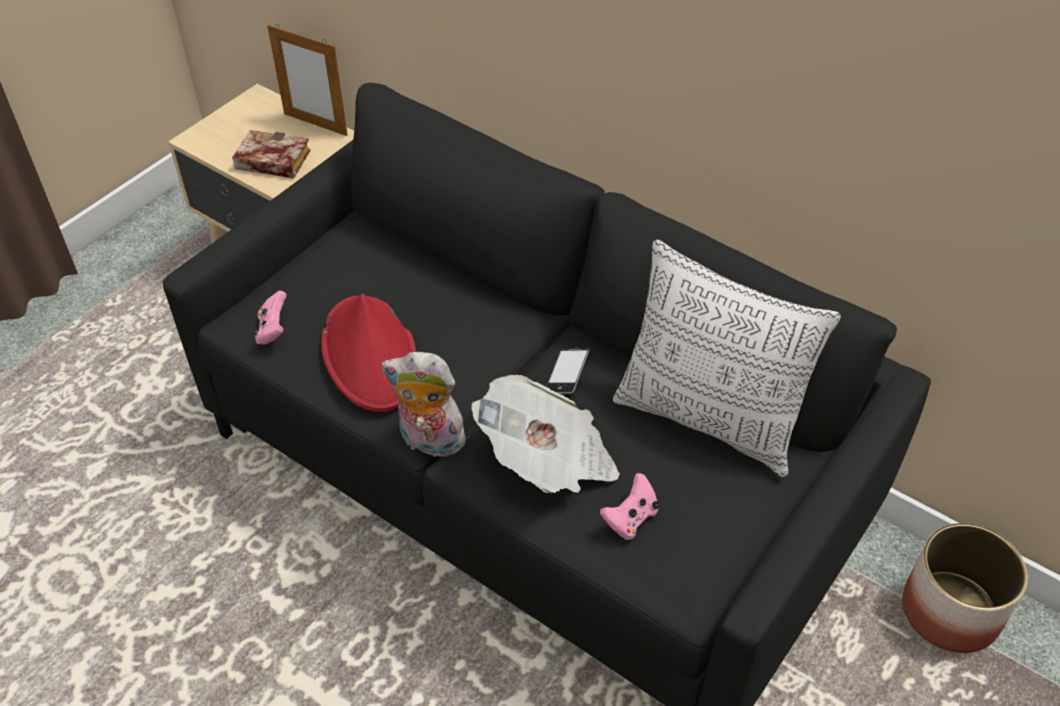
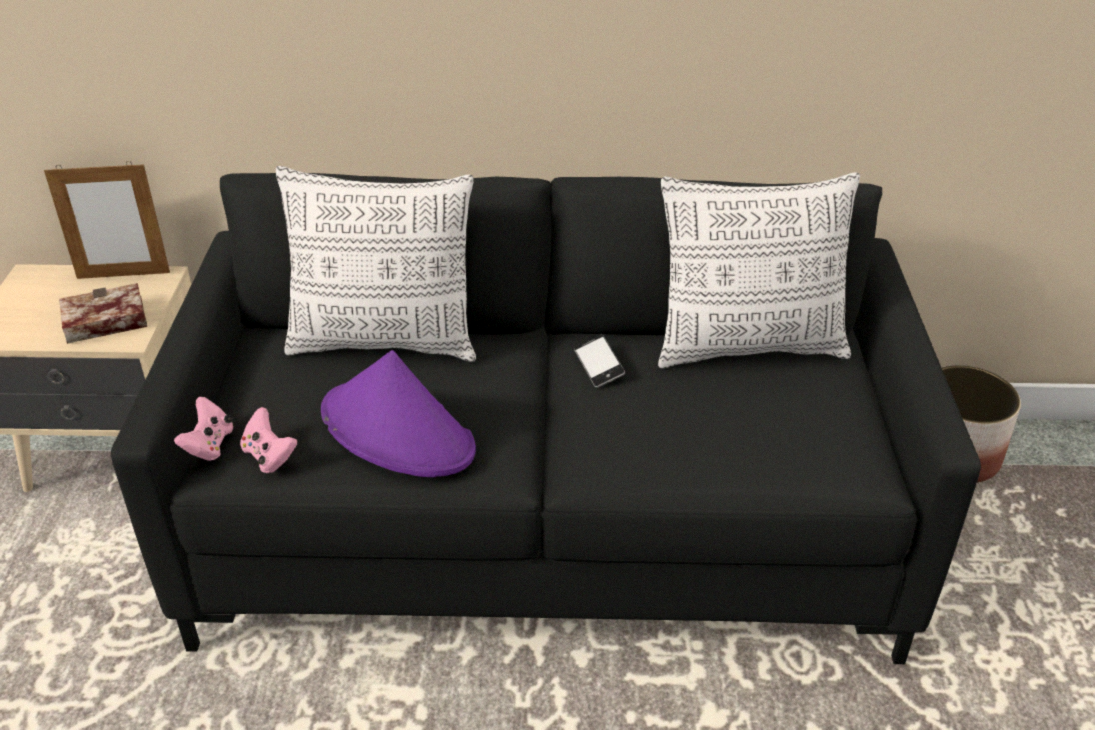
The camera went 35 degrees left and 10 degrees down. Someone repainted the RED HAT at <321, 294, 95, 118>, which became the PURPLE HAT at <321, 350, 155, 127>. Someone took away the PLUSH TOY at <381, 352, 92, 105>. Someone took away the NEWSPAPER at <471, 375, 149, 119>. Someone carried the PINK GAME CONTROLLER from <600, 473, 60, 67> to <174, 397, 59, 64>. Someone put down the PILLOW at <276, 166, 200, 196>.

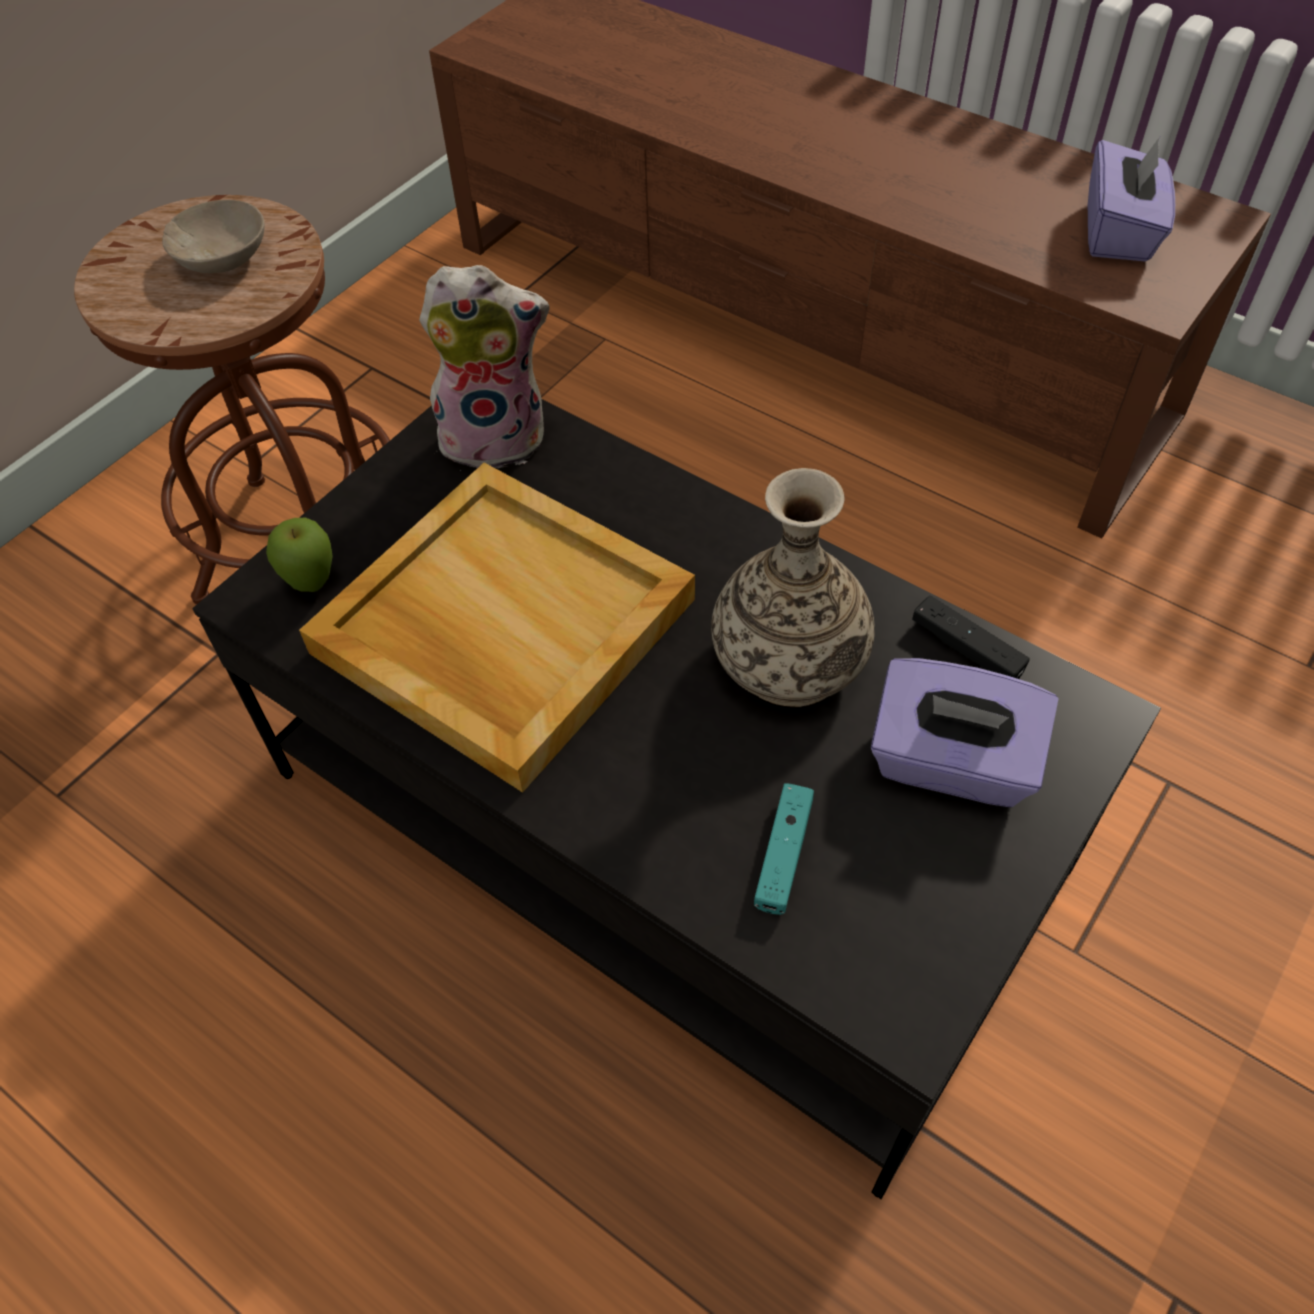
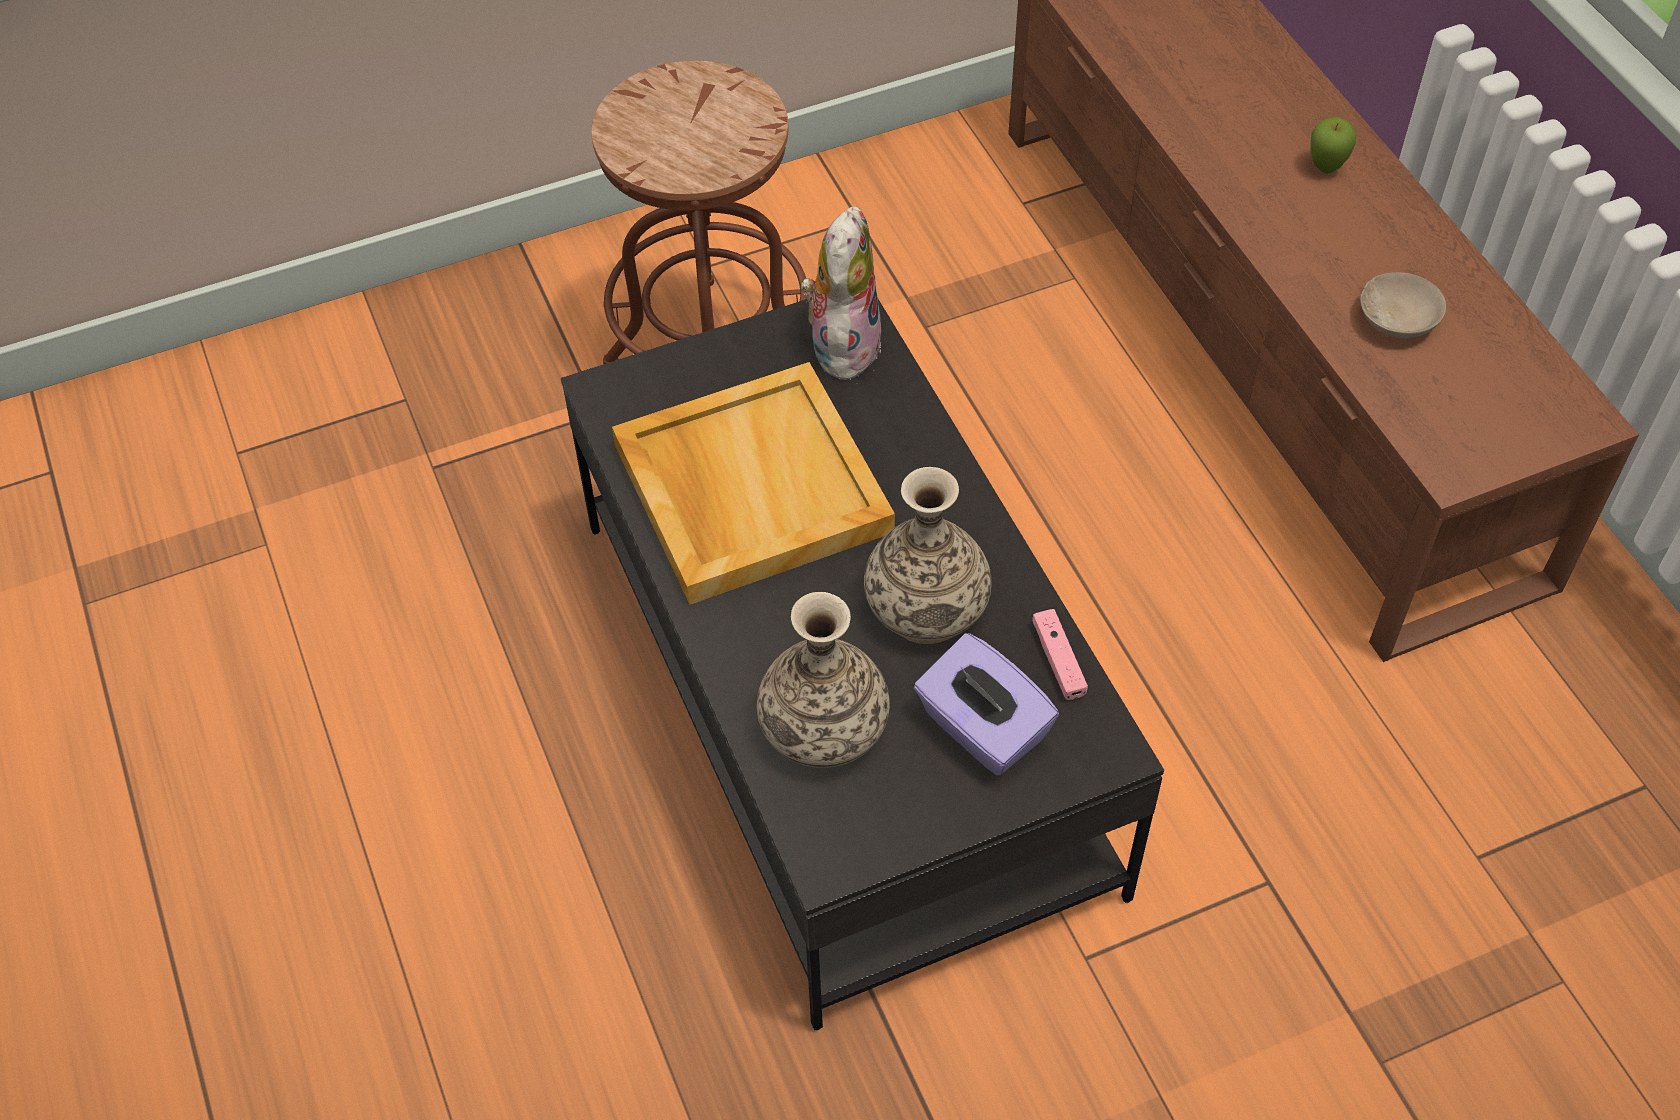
The camera went 30 degrees right and 0 degrees up. Someone carried the BEIGE BOWL from <162, 200, 103, 73> to <1360, 272, 86, 67>. Someone carried the APPLE from <266, 518, 67, 74> to <1311, 117, 45, 57>. Someone rotated the PLUSH TOY at <419, 265, 131, 206> by 105 degrees counterclockwise. Someone swapped the TURQUOISE GAME CONTROLLER at <754, 783, 60, 132> for the VASE at <757, 592, 133, 176>. Someone repainted the BLACK GAME CONTROLLER at <912, 596, 118, 83>, which became the PINK GAME CONTROLLER at <1032, 609, 56, 91>. Someone took away the PURPLE TISSUE BOX at <1088, 137, 87, 125>.

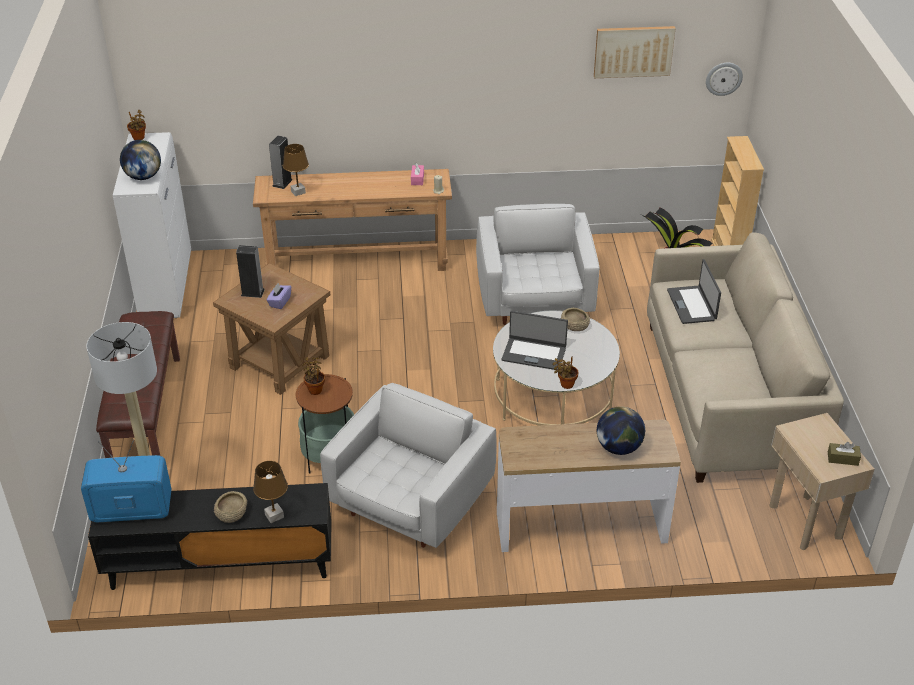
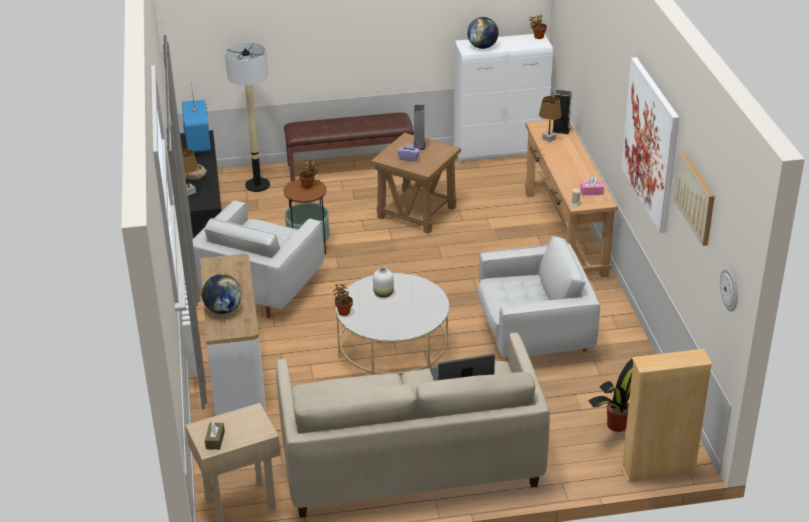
The camera went 85 degrees right and 5 degrees down. Someone rotated the WHITE ARMCHAIR at <320, 383, 177, 165> by 90 degrees clockwise. Someone swapped the LAPTOP at <502, 311, 66, 59> for the WHITE VASE at <373, 267, 21, 31>. Someone took away the BEIGE BOWL at <561, 308, 29, 23>. Someone put up the PICTURE at <621, 57, 58, 176>.

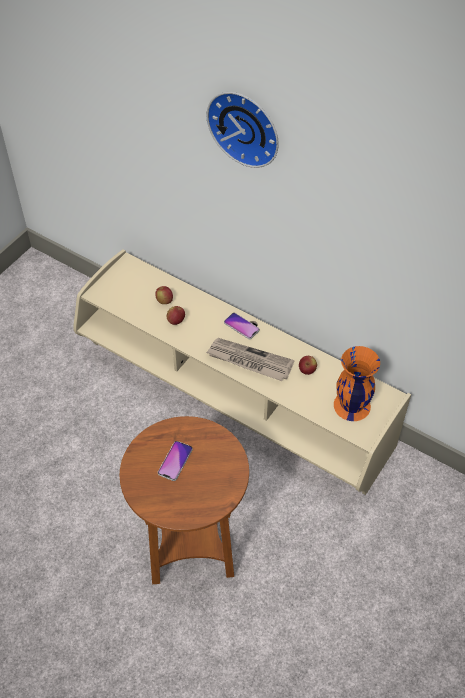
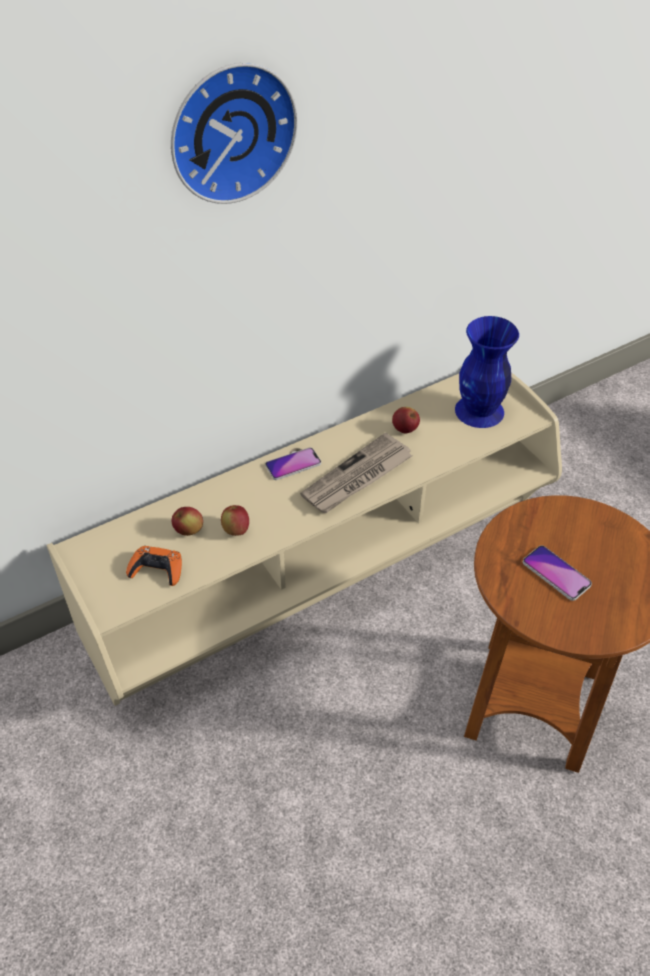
The camera went 65 degrees left and 5 degrees down. Someone repainted the ORANGE VASE at <334, 346, 46, 75>, which became the BLUE VASE at <455, 316, 64, 112>. Someone put down the ORANGE GAME CONTROLLER at <126, 546, 56, 40>.

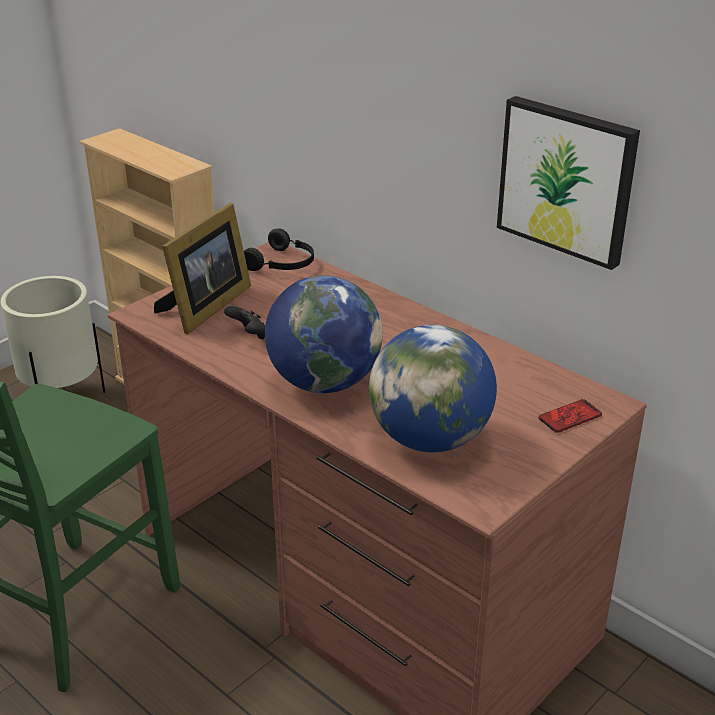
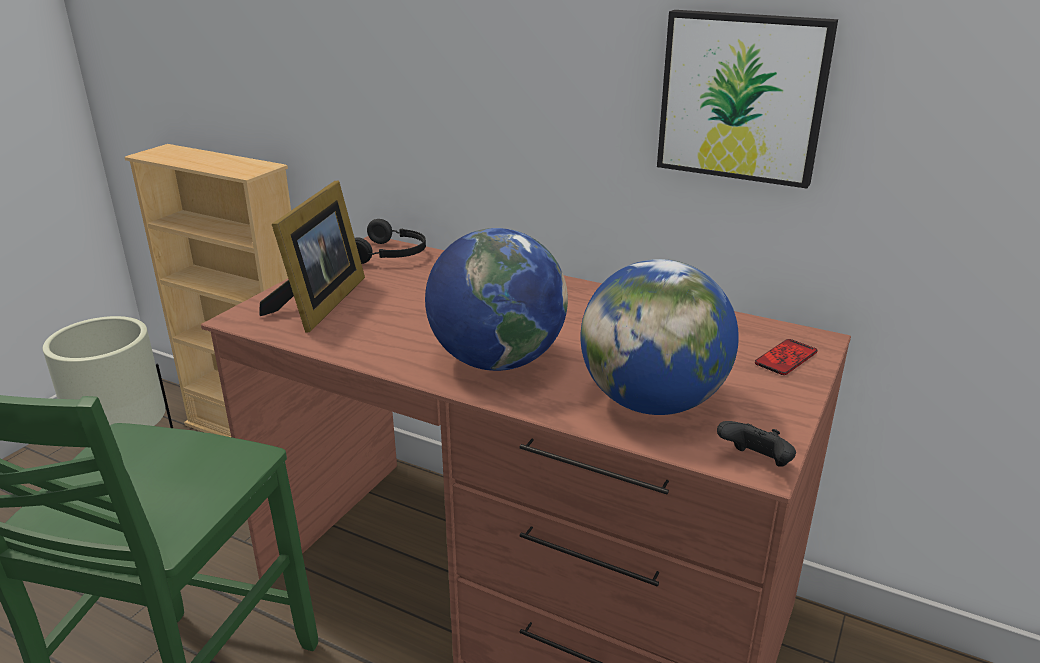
The camera went 15 degrees left and 5 degrees down. Someone carried the BLACK GAME CONTROLLER from <224, 306, 41, 33> to <717, 421, 79, 46>.

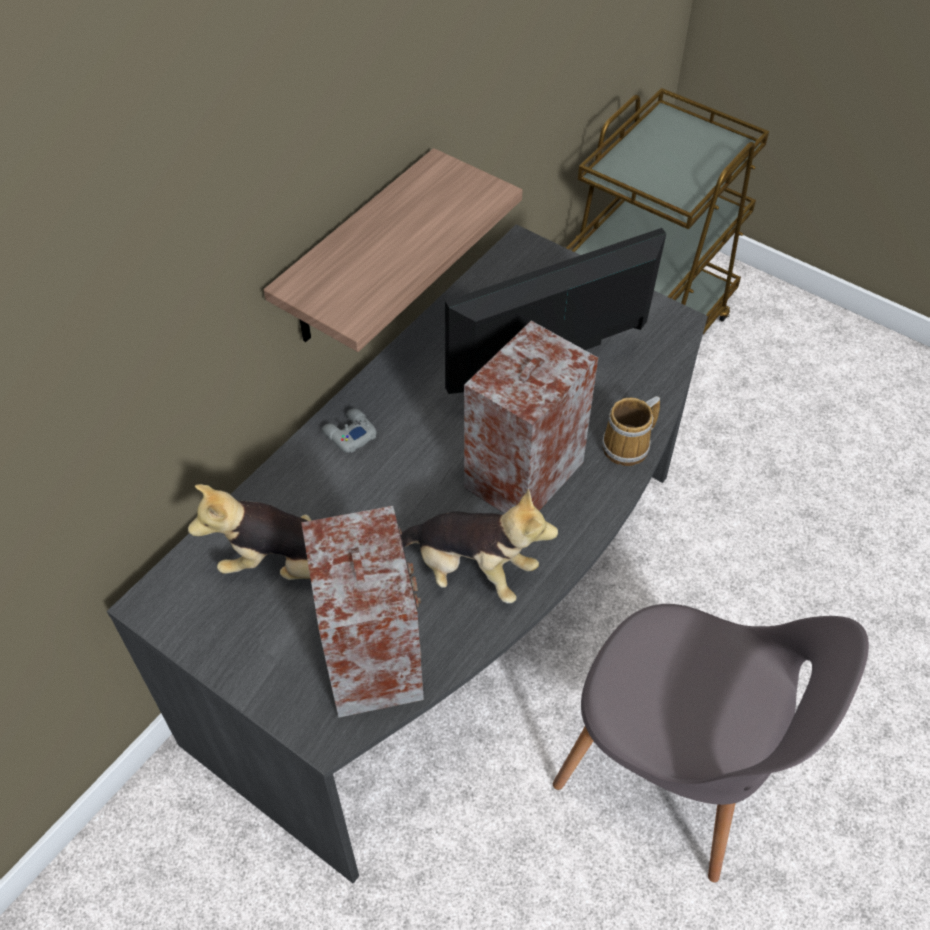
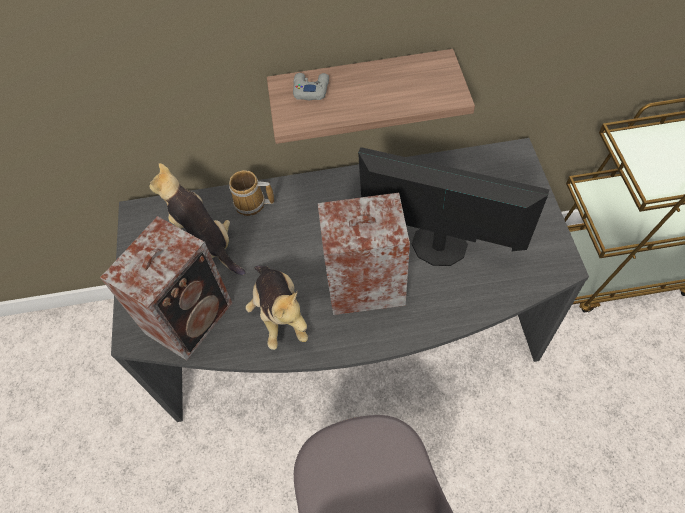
The camera went 50 degrees right and 5 degrees up. Someone carried the GREY GAME CONTROLLER from <322, 408, 55, 45> to <293, 73, 36, 27>. Someone carried the MUG from <602, 396, 58, 70> to <229, 170, 45, 46>.

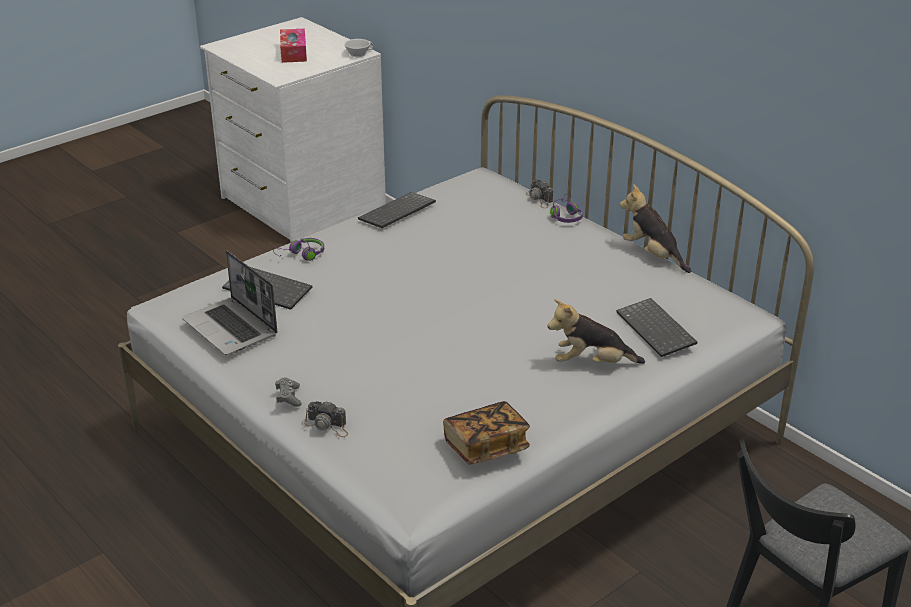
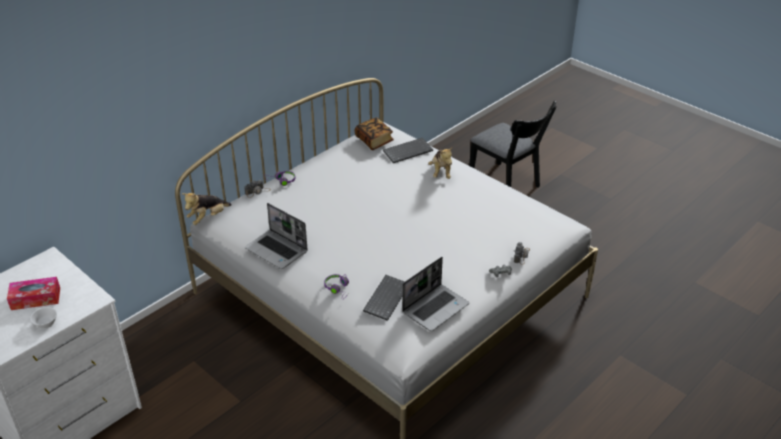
The camera went 95 degrees left and 5 degrees up. Someone carried the WHITE CUP from <344, 39, 29, 18> to <30, 307, 27, 22>. Someone swapped the KEYBOARD at <358, 192, 78, 36> for the LAPTOP at <245, 203, 63, 66>. Someone carried the BOOK from <443, 401, 87, 64> to <355, 117, 39, 33>. Someone carried the PLUSH TOY from <620, 184, 71, 89> to <182, 193, 50, 32>.

